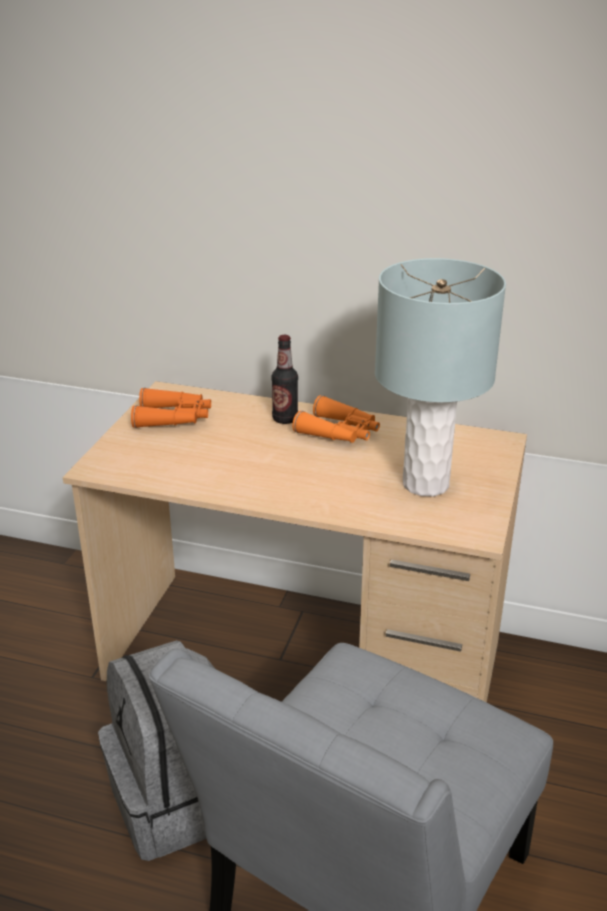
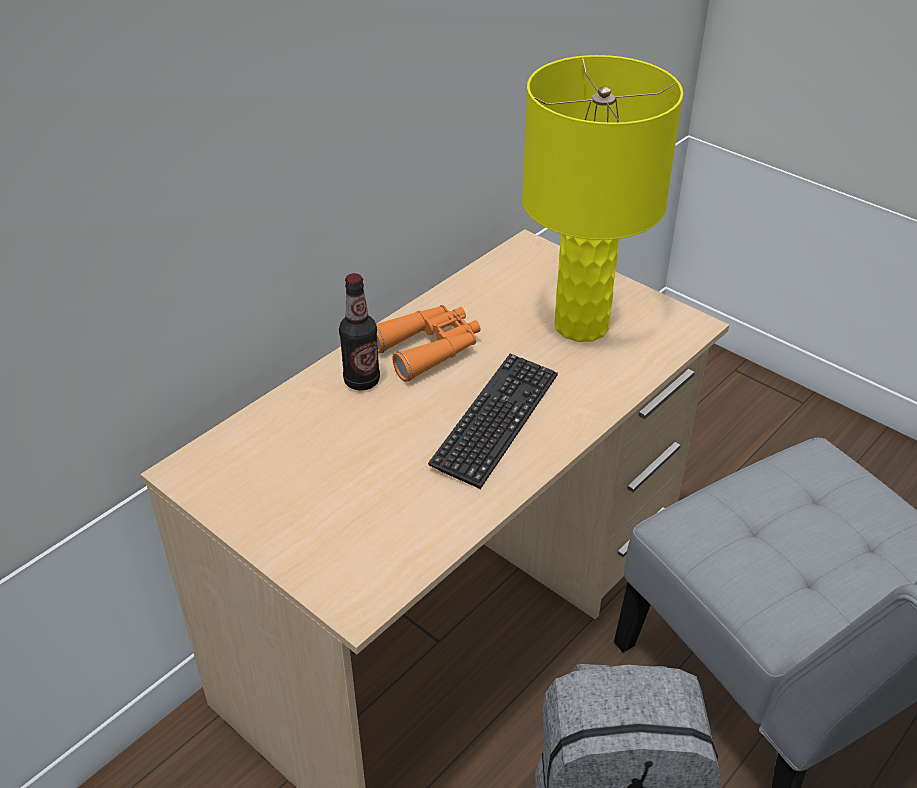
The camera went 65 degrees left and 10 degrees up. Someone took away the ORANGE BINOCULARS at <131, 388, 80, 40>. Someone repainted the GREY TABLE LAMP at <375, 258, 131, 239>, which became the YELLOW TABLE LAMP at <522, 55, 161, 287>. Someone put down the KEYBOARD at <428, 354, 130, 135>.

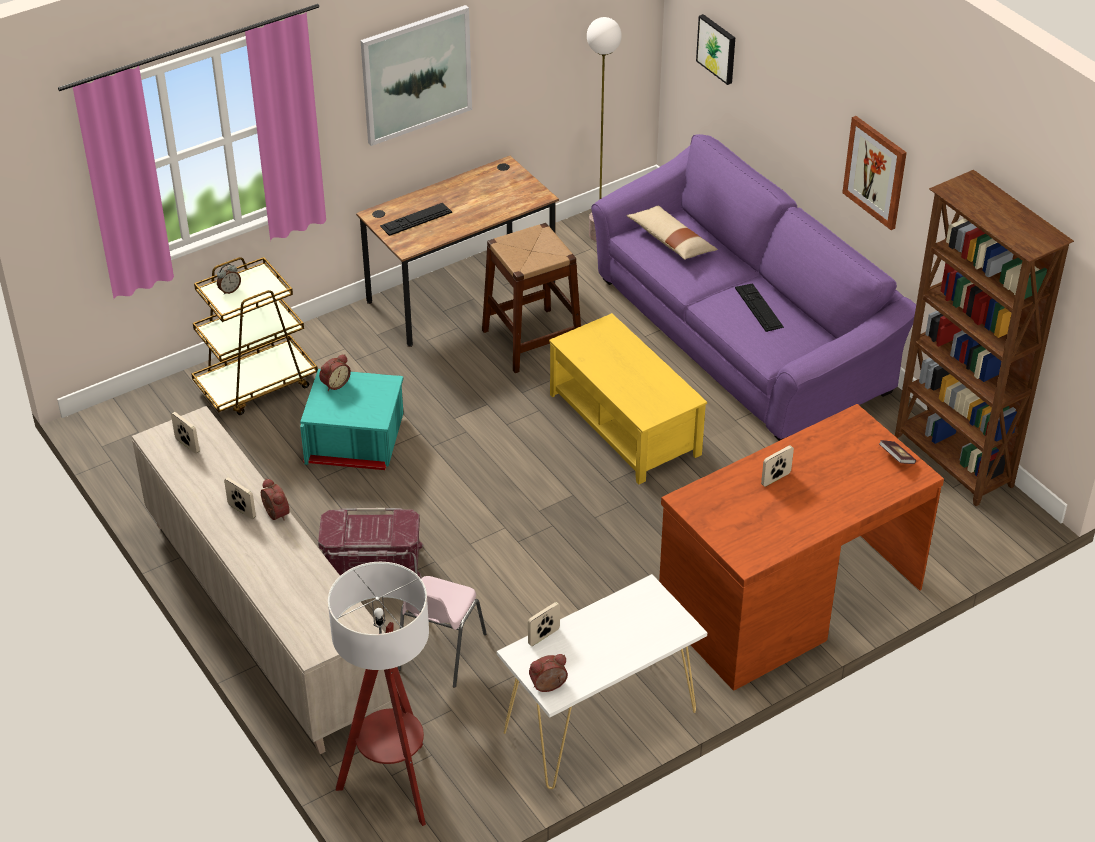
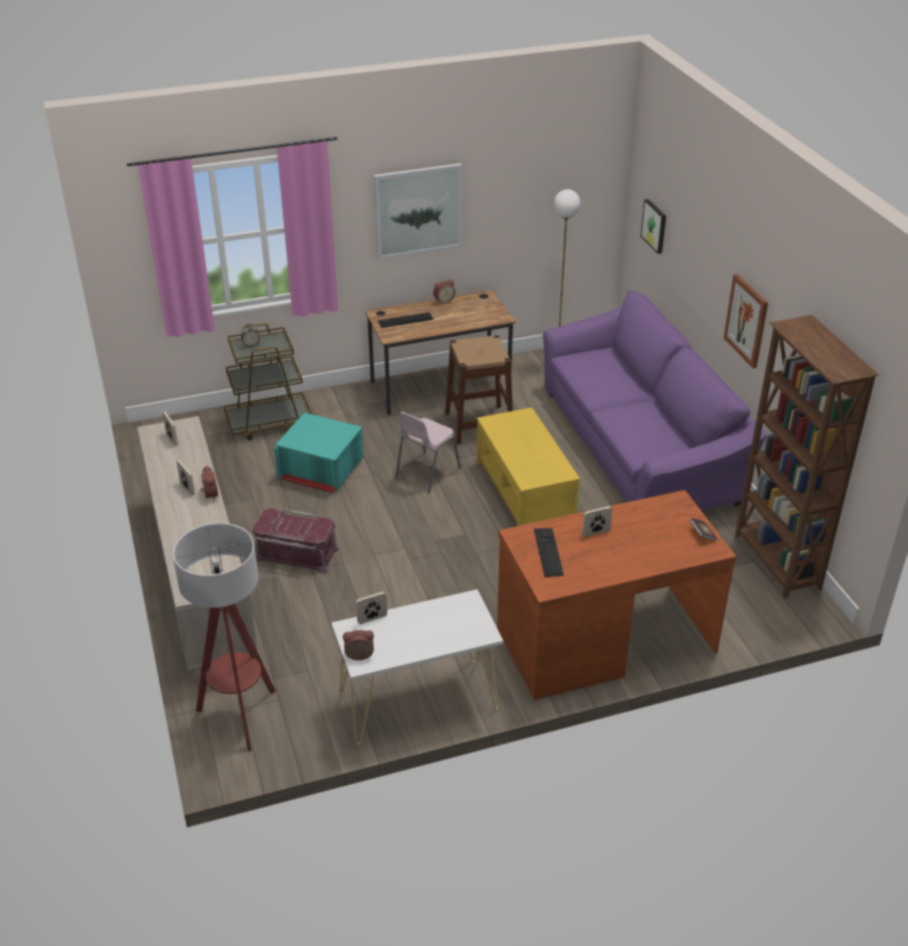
The camera went 15 degrees right and 5 degrees down. Someone carried the ALARM CLOCK from <319, 354, 32, 37> to <433, 280, 22, 24>. Someone carried the PINK CHAIR from <398, 576, 89, 112> to <395, 412, 66, 81>. Someone took away the BEIGE PILLOW at <627, 205, 91, 55>. Someone carried the KEYBOARD from <735, 283, 49, 49> to <534, 528, 30, 49>.

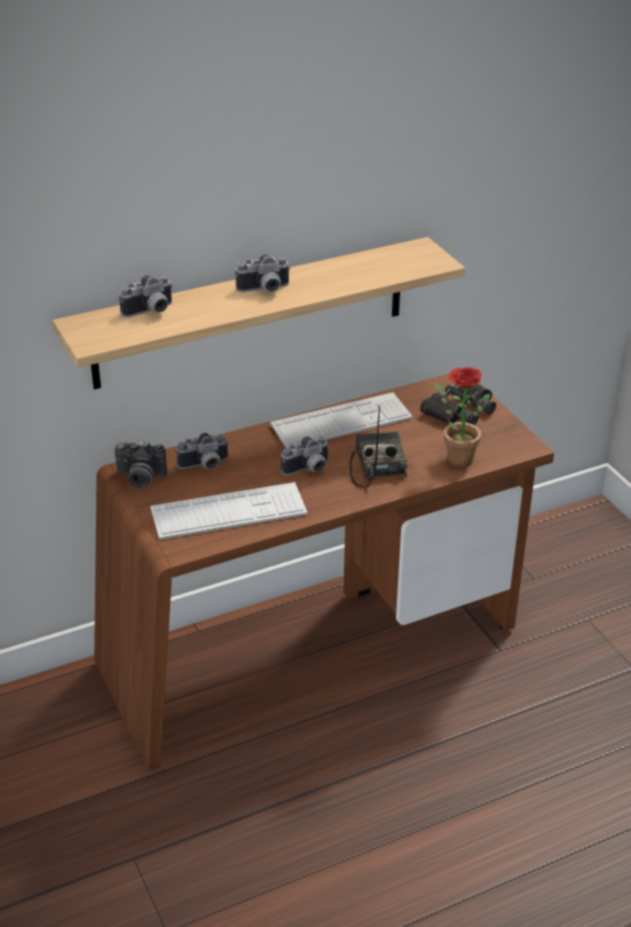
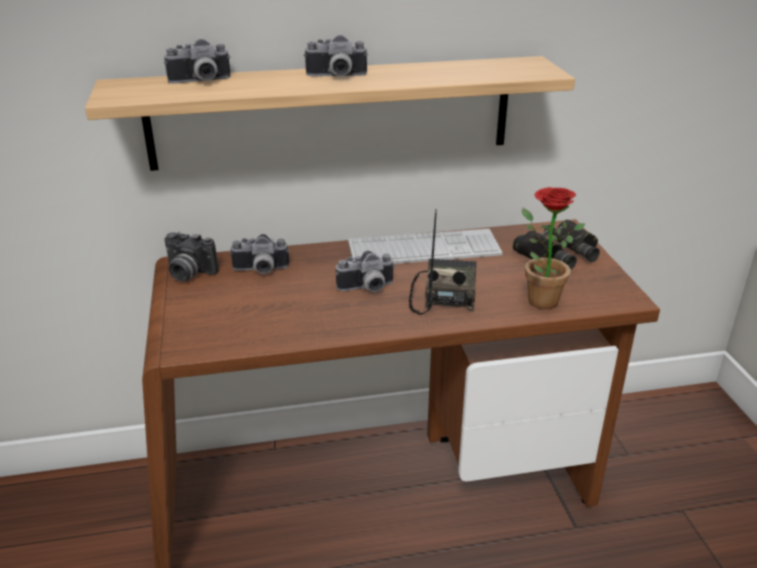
The camera went 15 degrees right and 5 degrees down. Someone took away the KEYBOARD at <150, 482, 157, 58>.

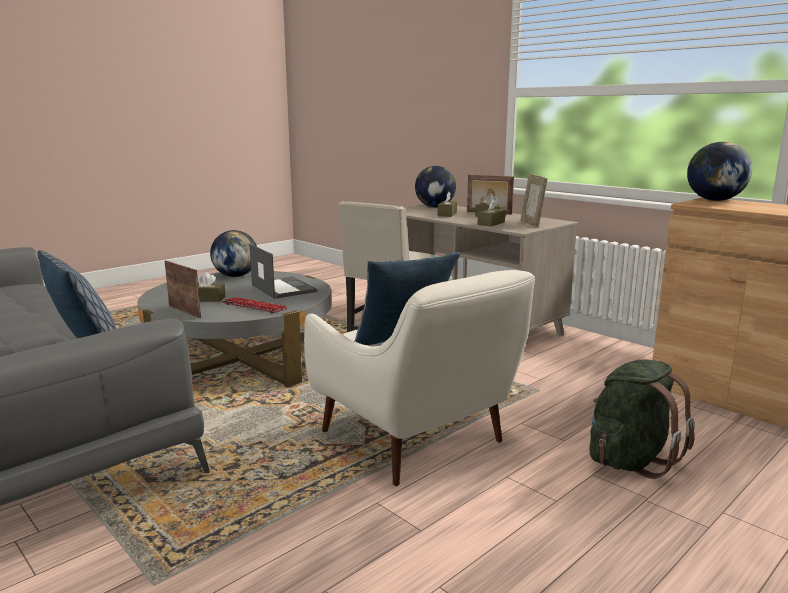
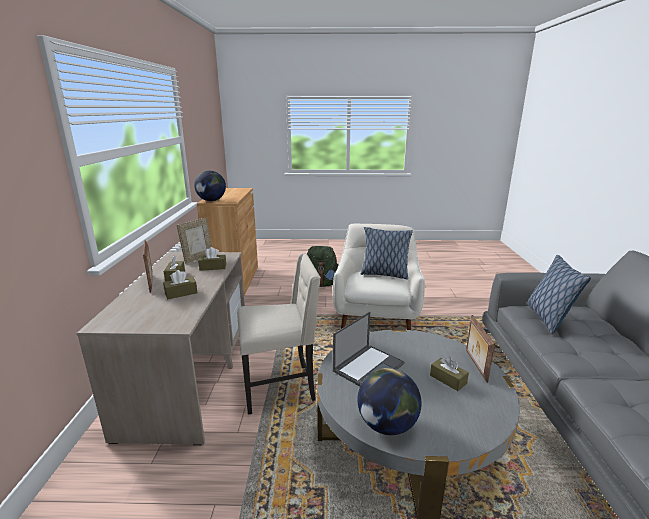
The camera went 135 degrees left and 5 degrees up. Someone took away the KEYBOARD at <222, 297, 66, 17>. Someone rotated the LAPTOP at <249, 244, 68, 55> by 150 degrees counterclockwise. Someone took away the GLOBE at <415, 166, 41, 41>.

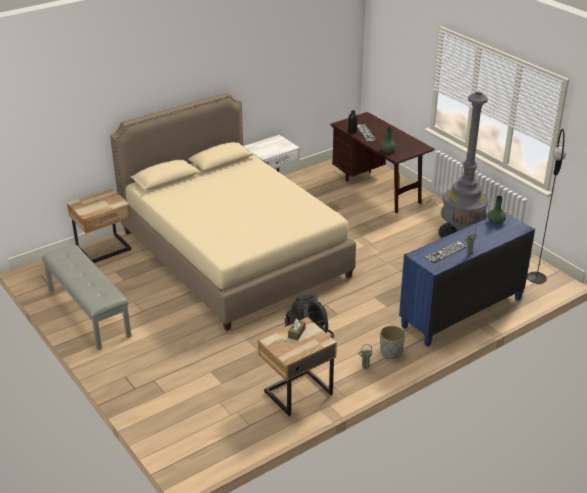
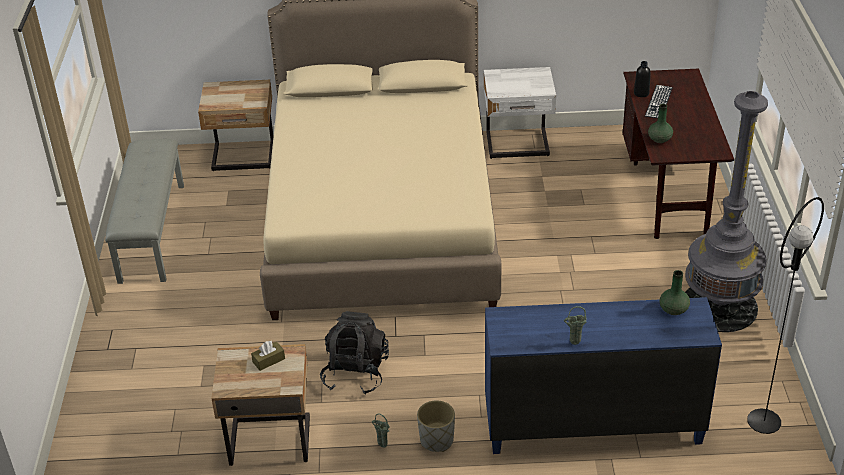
The camera went 35 degrees right and 5 degrees up. Someone took away the KEYBOARD at <424, 241, 43, 22>.

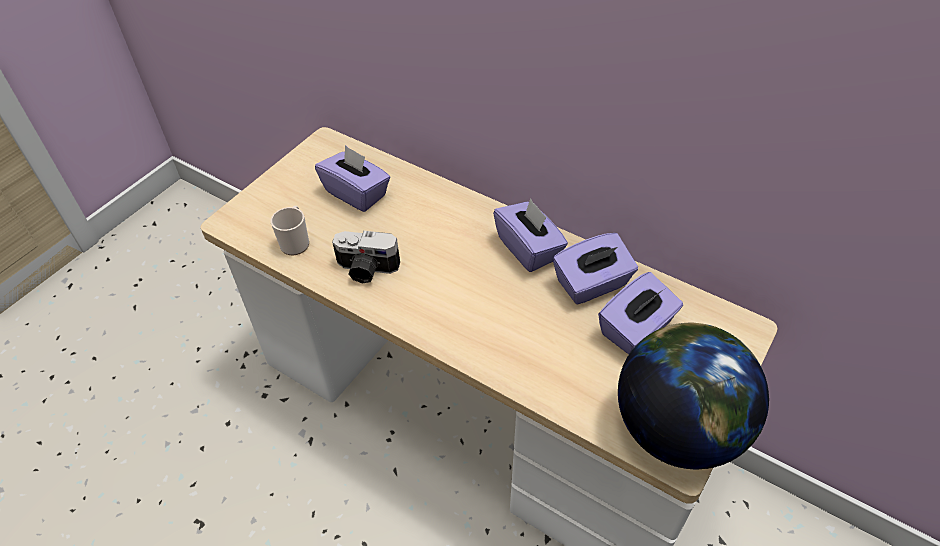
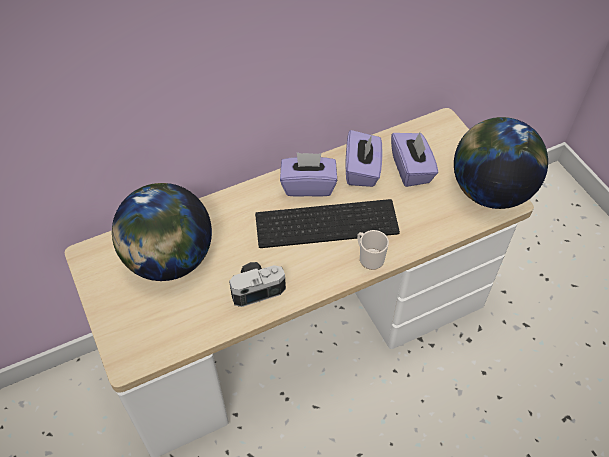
The camera went 60 degrees left and 5 degrees up. Someone carried the MUG from <271, 206, 38, 49> to <357, 230, 32, 40>. Someone swapped the PURPLE TISSUE BOX at <315, 145, 75, 67> for the GLOBE at <112, 183, 100, 98>. Someone rotated the PHOTO CAMERA at <332, 231, 68, 52> by 150 degrees counterclockwise. Someone put down the KEYBOARD at <255, 199, 145, 49>.

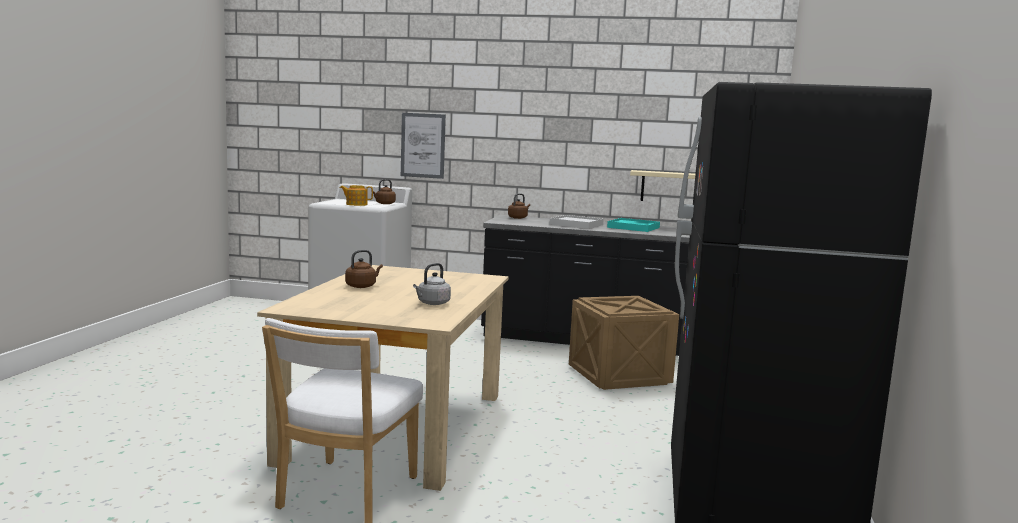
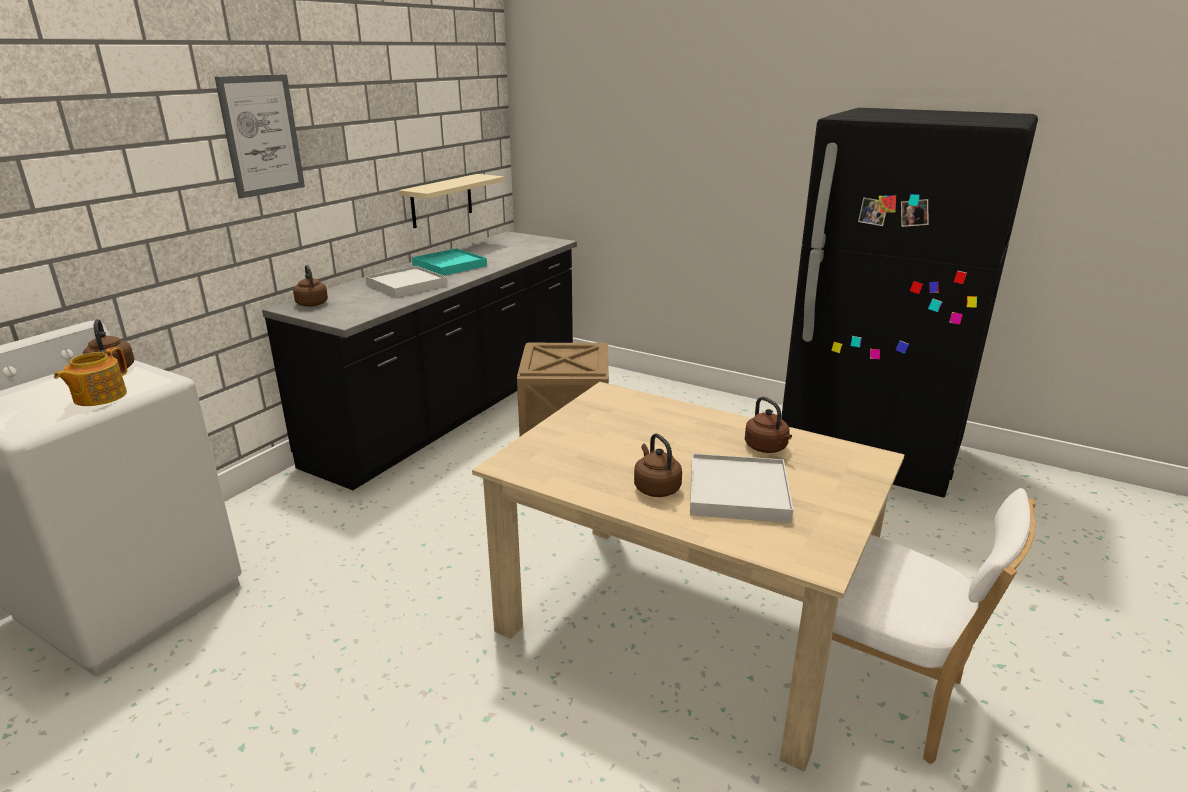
The camera went 70 degrees left and 15 degrees up. Someone carried the PICTURE from <401, 113, 45, 66> to <215, 74, 90, 125>. Someone repainted the GREY KETTLE at <413, 263, 38, 42>, which became the BROWN KETTLE at <745, 396, 47, 57>. Someone put down the WHITE TRAY at <690, 454, 103, 69>.

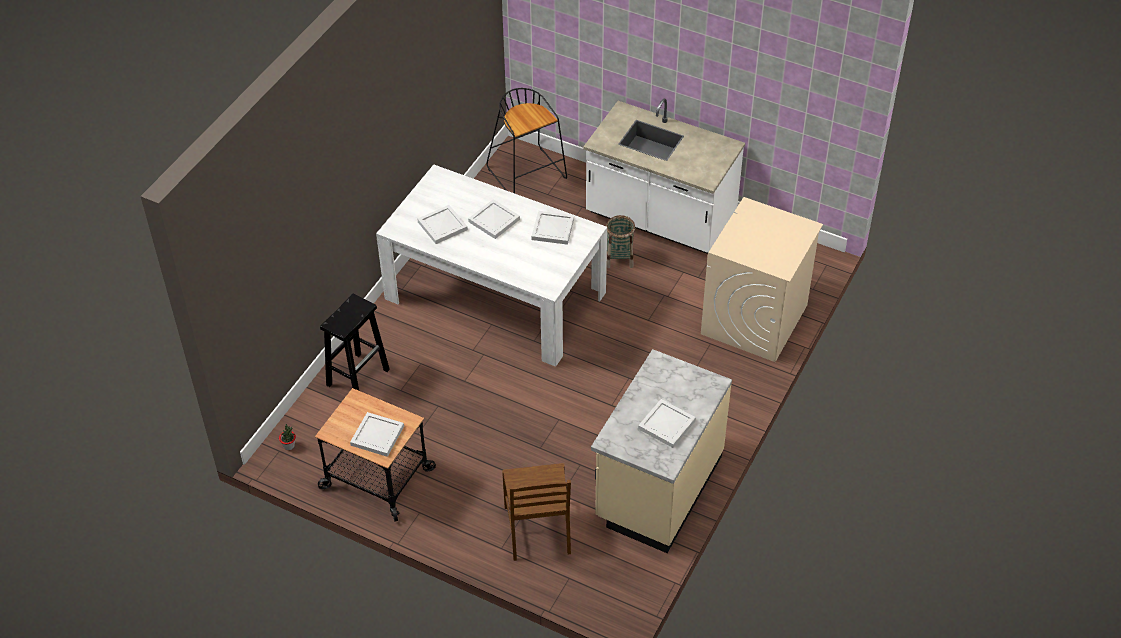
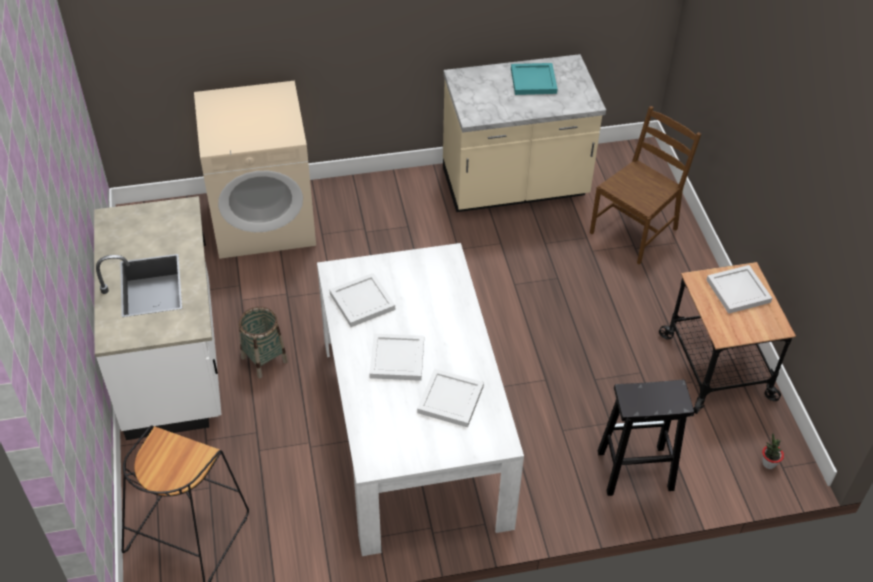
The camera went 130 degrees left and 0 degrees up. Someone repainted the WHITE TRAY at <638, 399, 58, 49>, which became the TURQUOISE TRAY at <511, 63, 46, 32>.

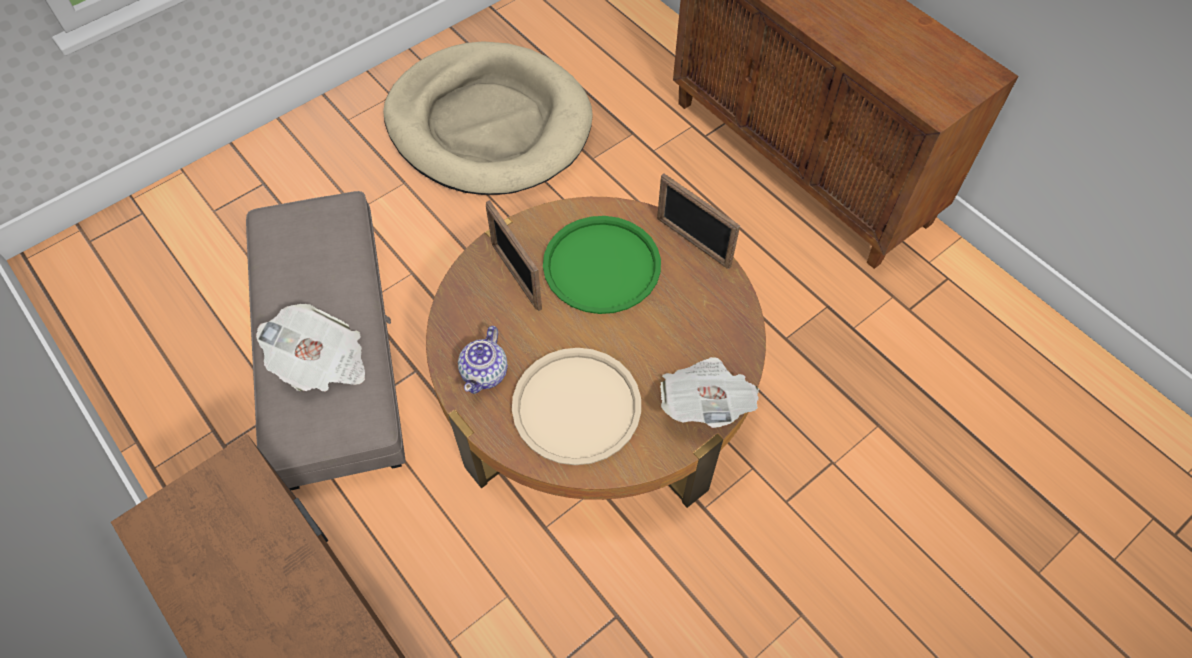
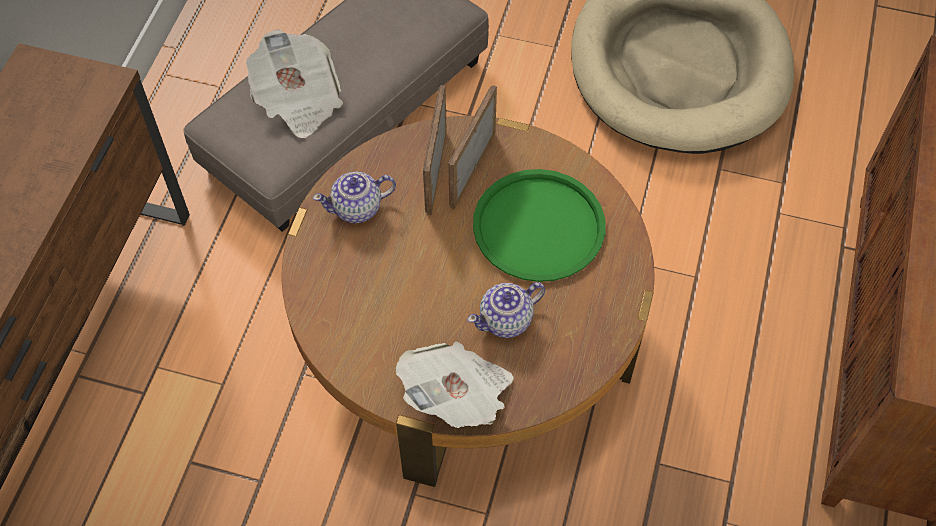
The camera went 55 degrees right and 0 degrees up. Someone took away the BEIGE TRAY at <512, 348, 129, 117>. Someone carried the PICTURE FRAME from <657, 173, 83, 96> to <423, 85, 24, 130>. Someone put down the TEAPOT at <467, 282, 78, 56>.

